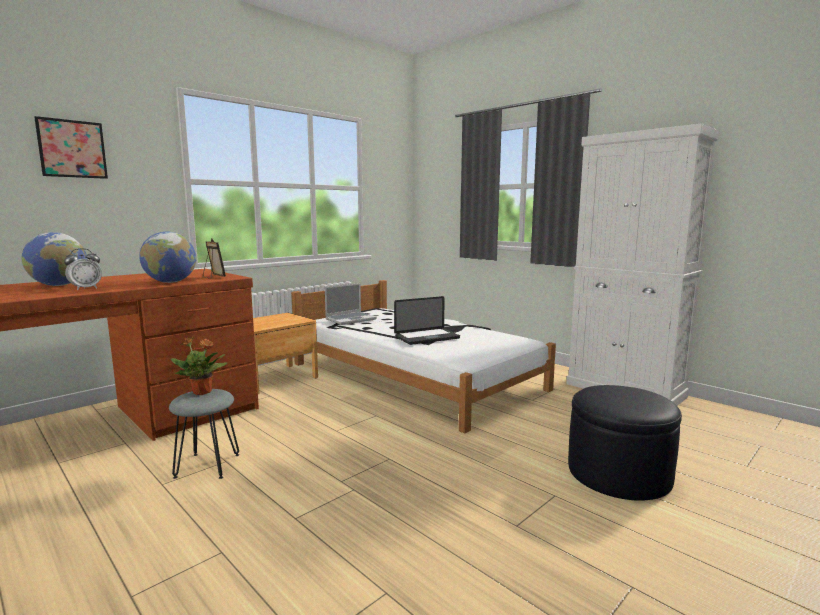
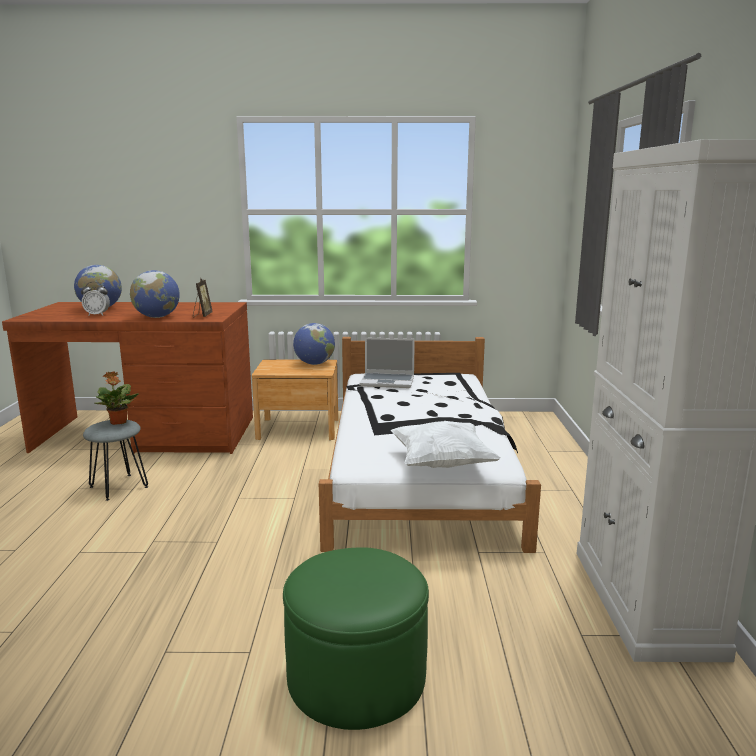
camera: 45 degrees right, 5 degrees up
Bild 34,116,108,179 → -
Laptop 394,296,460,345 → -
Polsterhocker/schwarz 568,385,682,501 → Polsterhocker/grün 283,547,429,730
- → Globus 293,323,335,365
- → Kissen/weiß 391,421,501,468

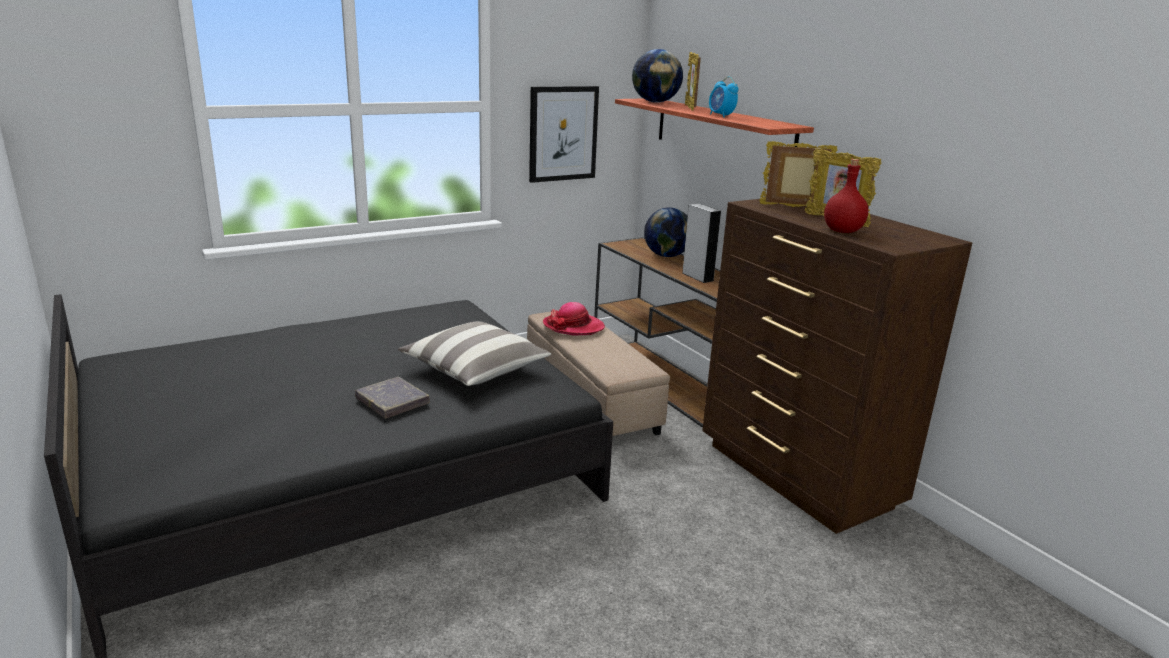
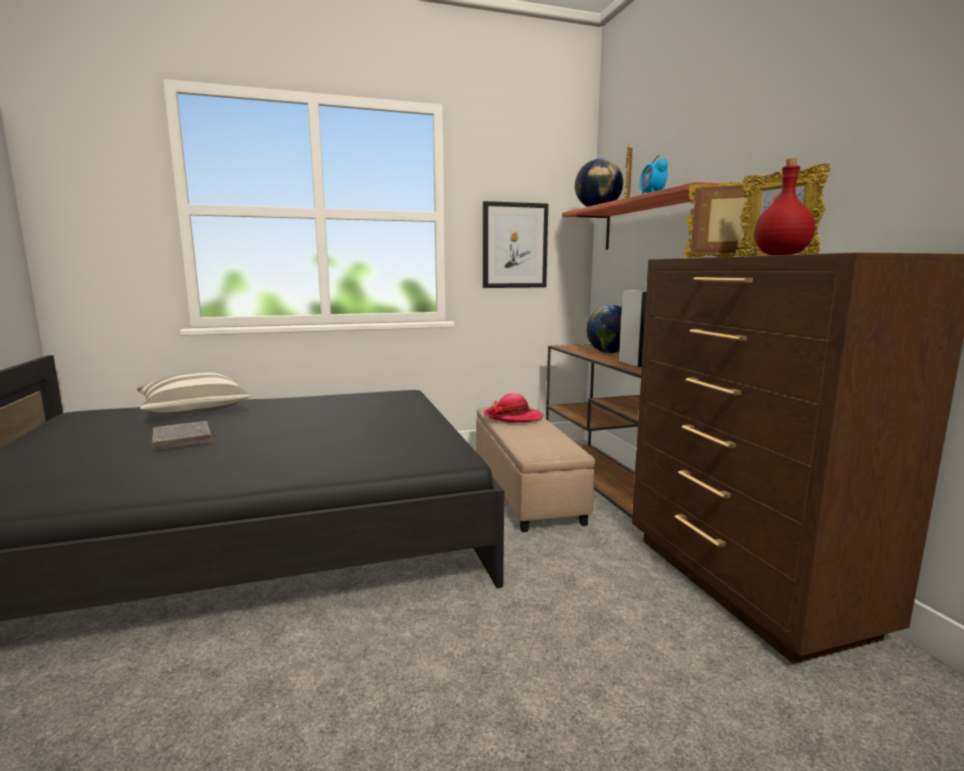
camera: 15 degrees right, 10 degrees down
Buch/grau 355,377,430,419 → Buch/grau 152,421,212,450, shifted
Kissen 398,322,551,386 → Kissen 137,371,251,416, shifted

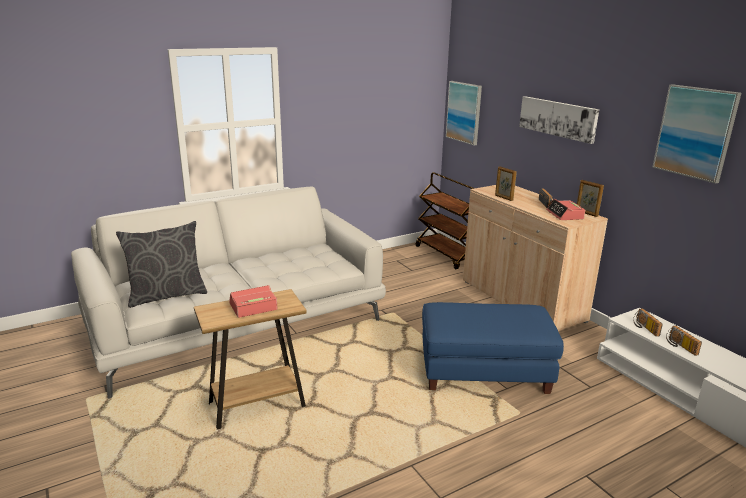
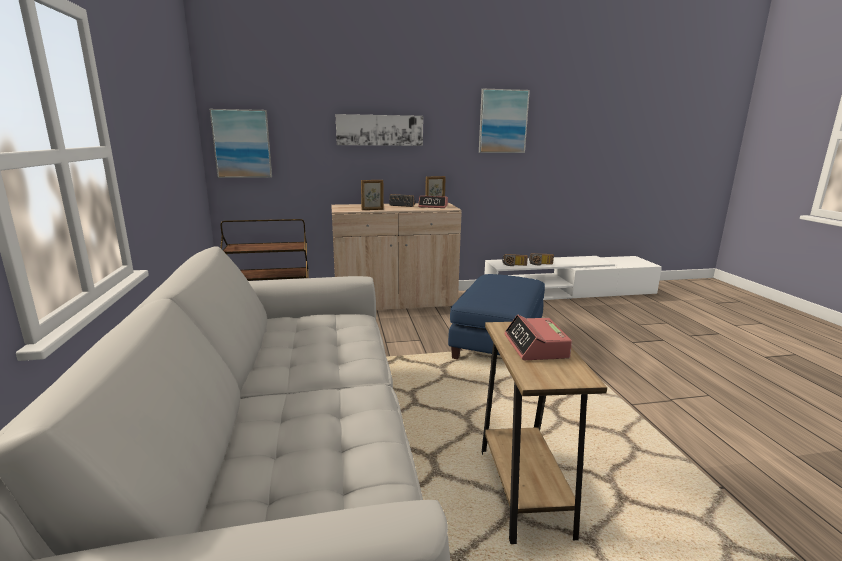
camera: 70 degrees left, 5 degrees down
Kissen/grau 116,221,207,308 → -

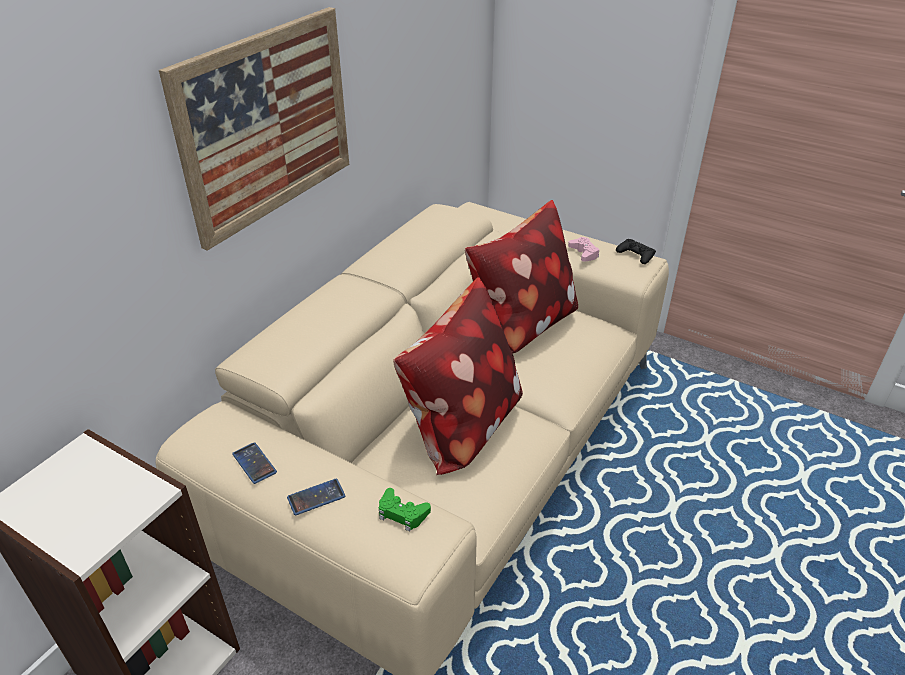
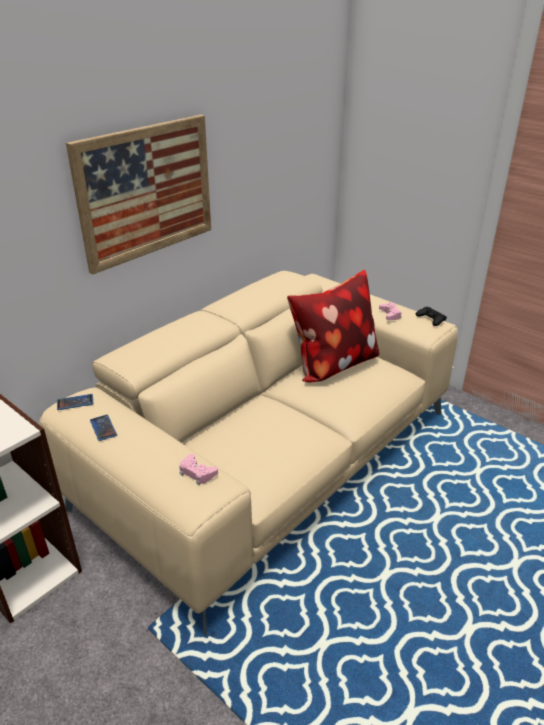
camera: 10 degrees right, 5 degrees down
Handy 287,479,345,515 → Handy 57,394,94,410, shifted
Gamepad/grün 379,488,431,532 → Gamepad/rosa 179,454,218,485
Kissen 393,277,523,475 → -

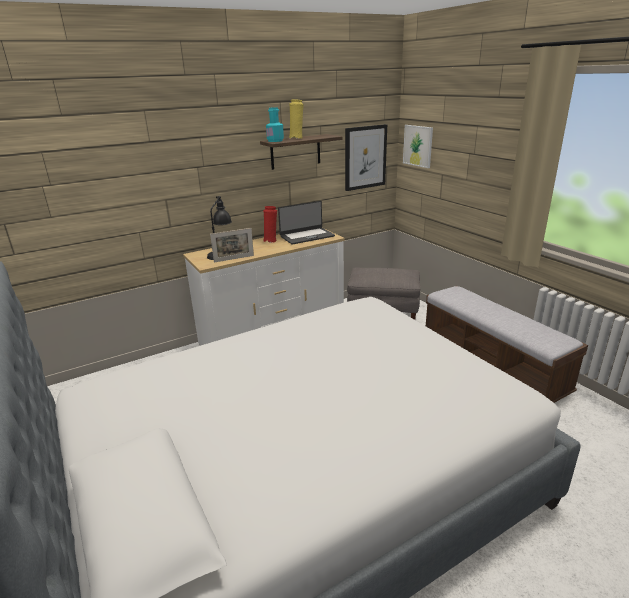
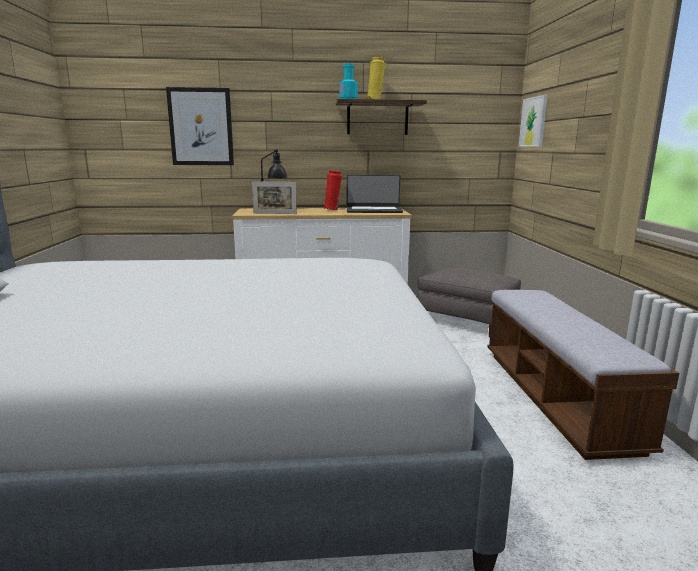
camera: 25 degrees right, 10 degrees down
Bild 345,124,387,191 → Bild 166,87,234,165, shifted

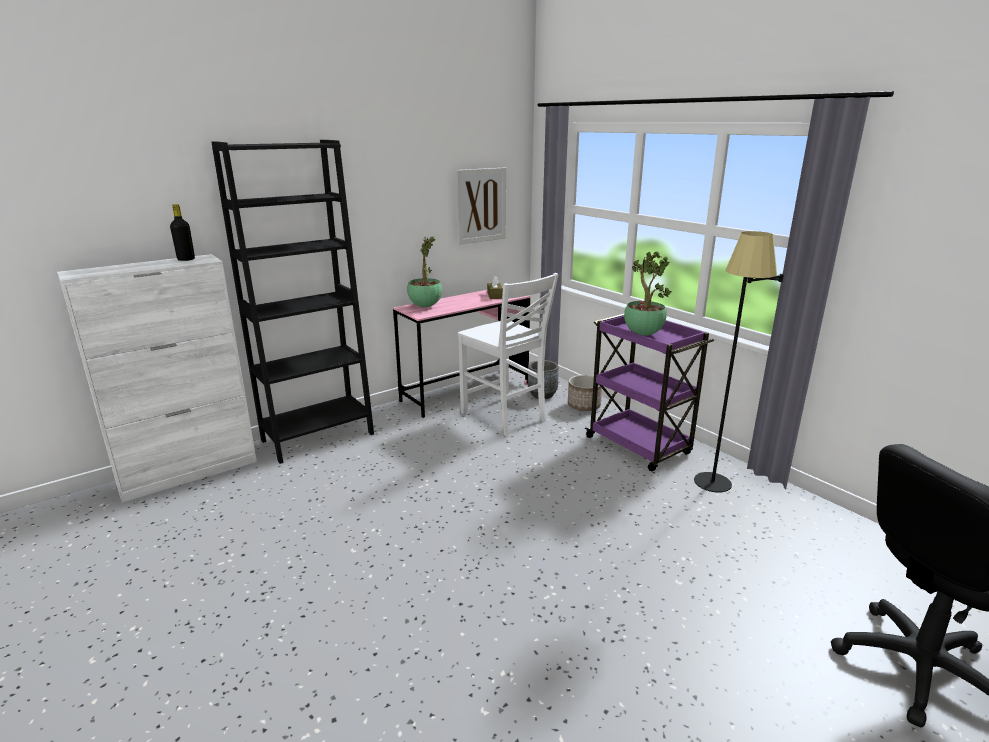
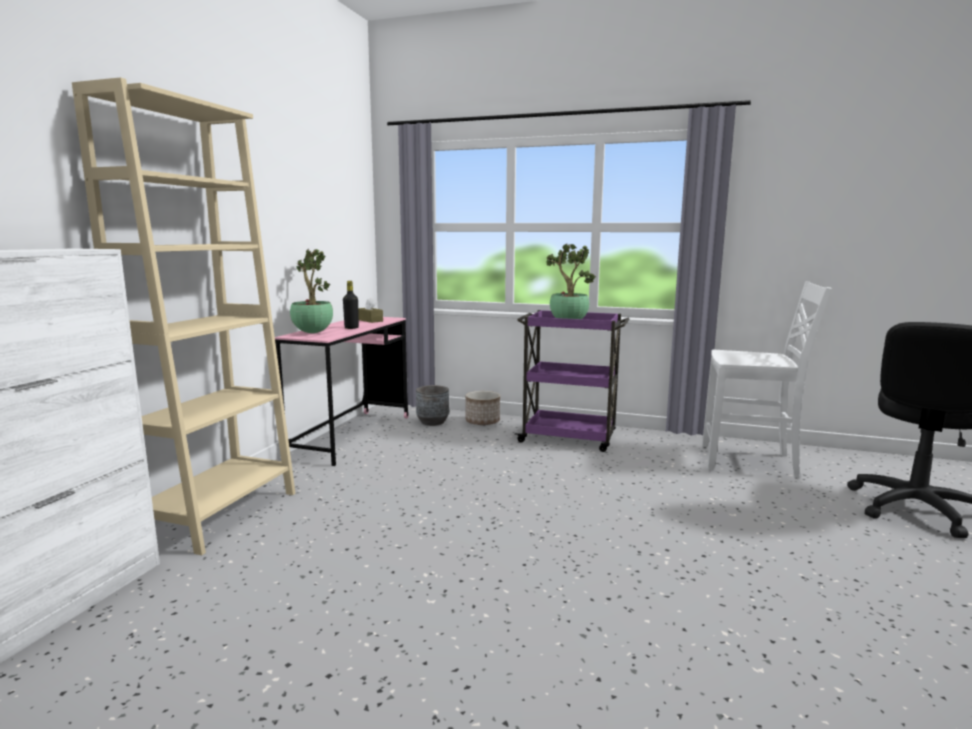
camera: 35 degrees left, 10 degrees down
Flasche/schwarz 170,204,195,261 → Flasche/schwarz 343,281,359,329, shifted
Bücherregal/schwarz 211,140,374,464 → Bücherregal/beige 72,77,296,555
Bild 456,168,506,245 → -
Stuhl/weiß 458,273,559,437 → Stuhl/weiß 702,281,832,478, shifted
Stehlampe/schwarz 694,231,784,492 → -

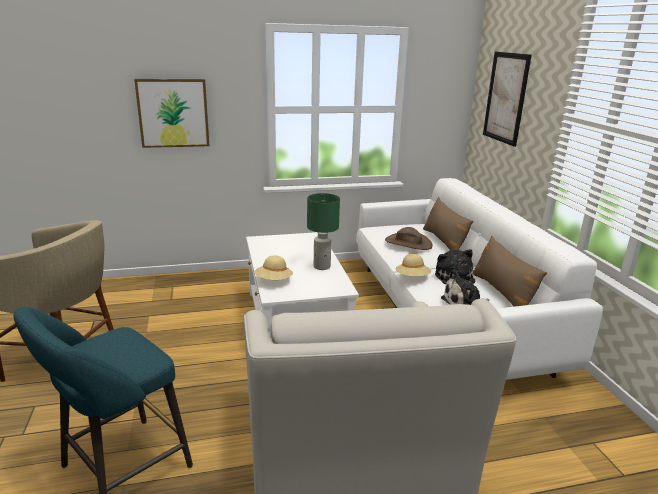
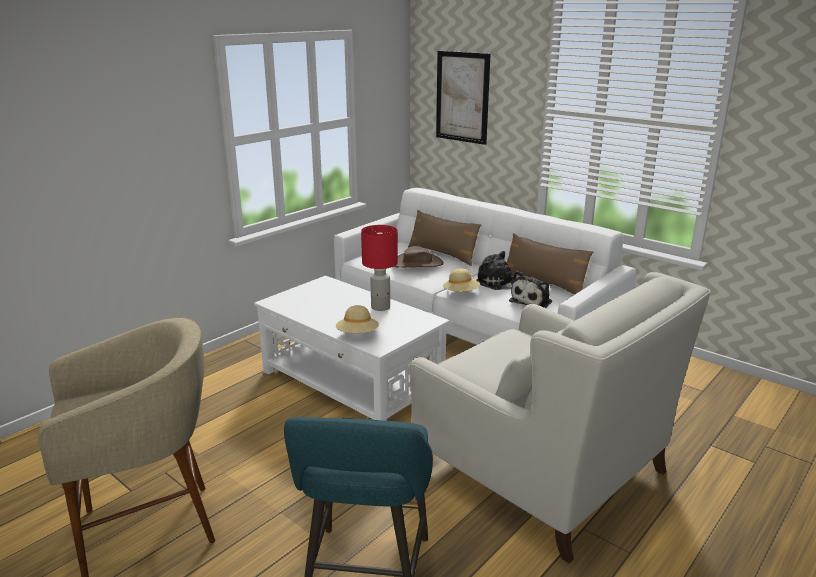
camera: 35 degrees left, 0 degrees up
Bild 134,79,210,148 → -
Tischlampe/grün 307,193,340,270 → Tischlampe/rot 361,225,398,311

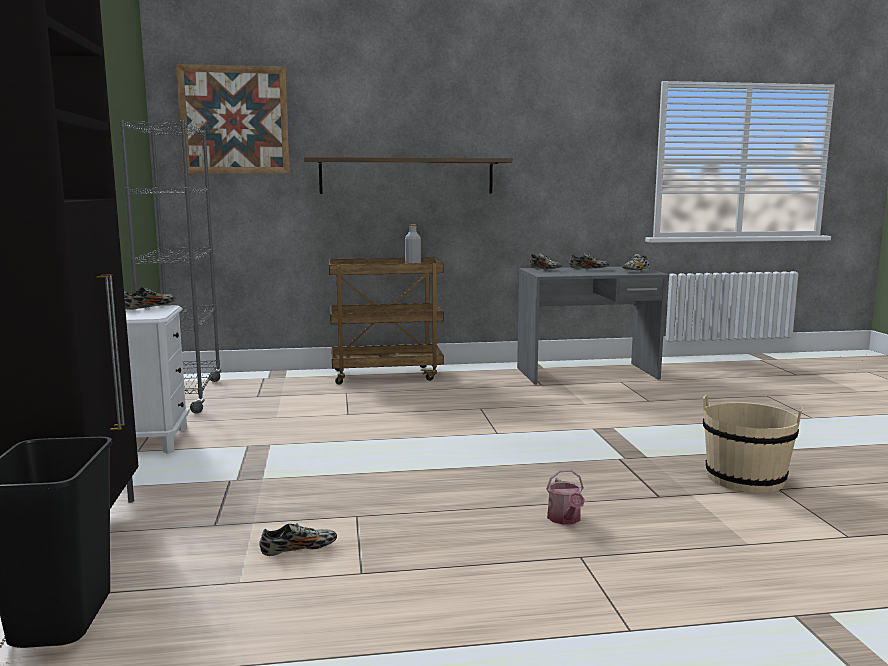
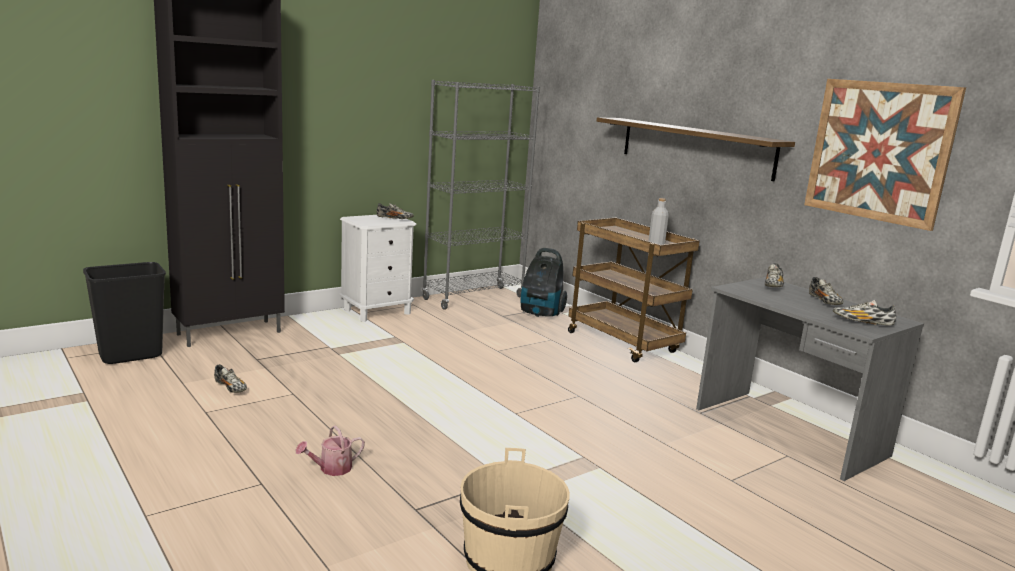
camera: 60 degrees right, 5 degrees up
Bild 176,64,290,174 → Bild 804,79,966,231, shifted
- → Staubsauger 521,248,567,317

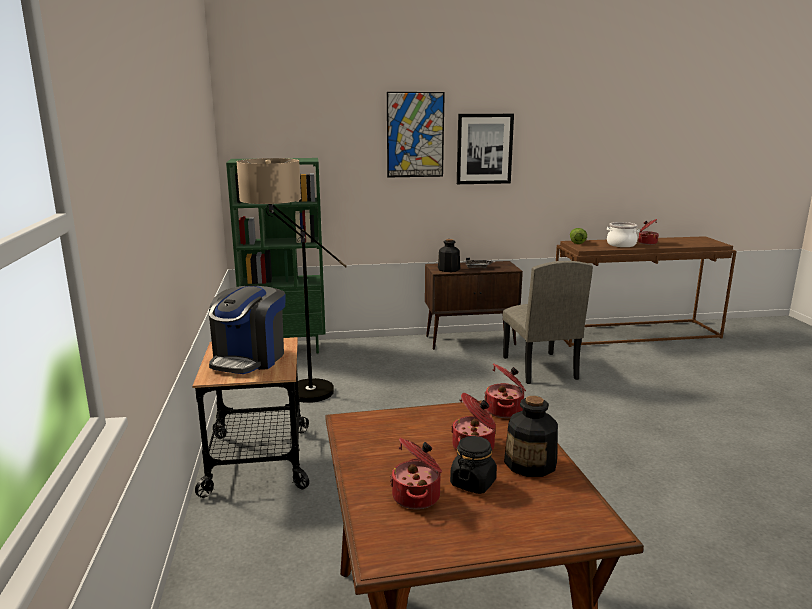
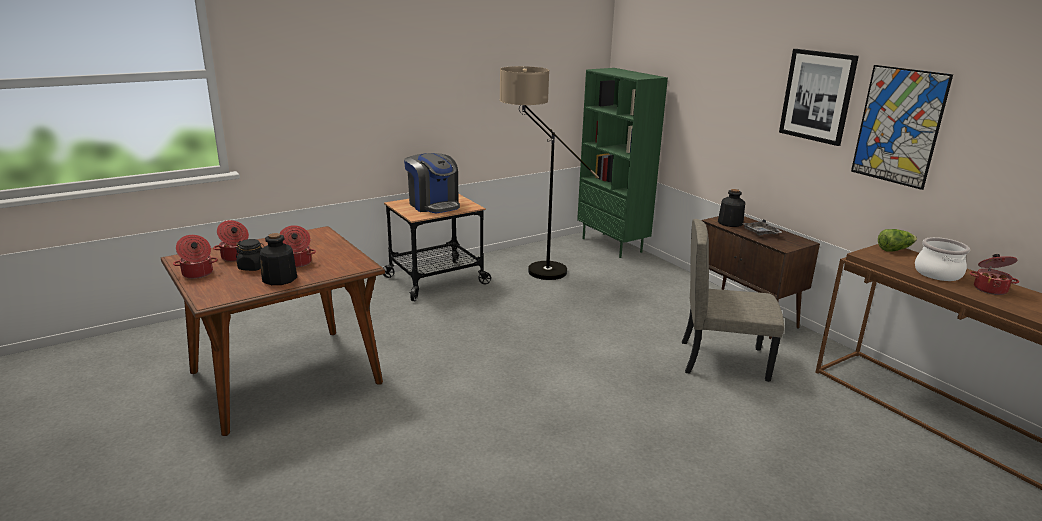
camera: 65 degrees right, 5 degrees up
Kaffeemaschine 209,286,285,374 → Kaffeemaschine 404,153,460,214, 120 degrees counterclockwise
Bild 387,92,445,177 → Bild 851,65,953,190, shifted
Kochtopf 484,363,526,418 → Kochtopf 173,235,218,279, shifted
Stuhl/beige 503,261,593,384 → Stuhl/beige 682,219,784,382, 45 degrees clockwise

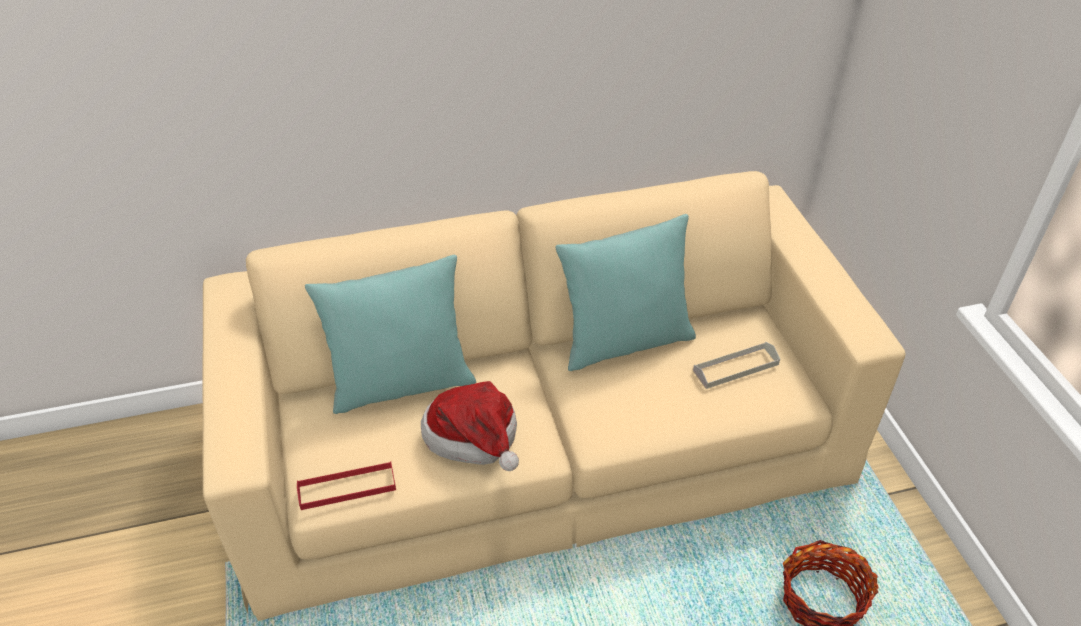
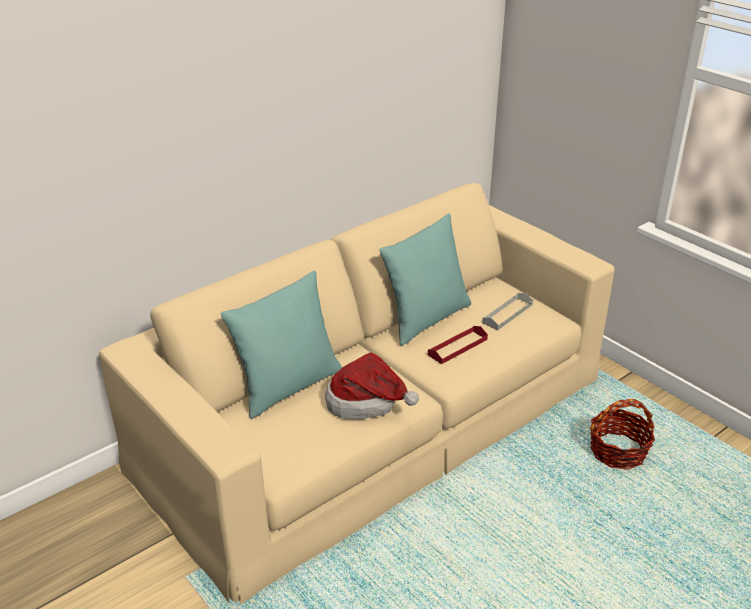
camera: 25 degrees left, 10 degrees down
Tablett/rot 297,461,396,510 → Tablett/rot 428,326,488,364, shifted

